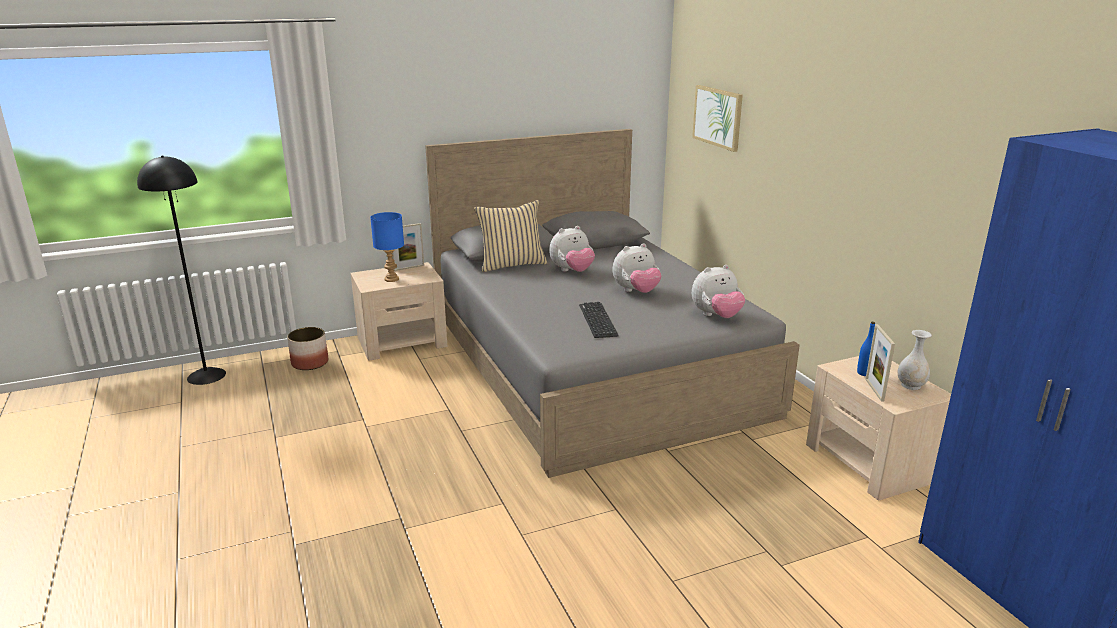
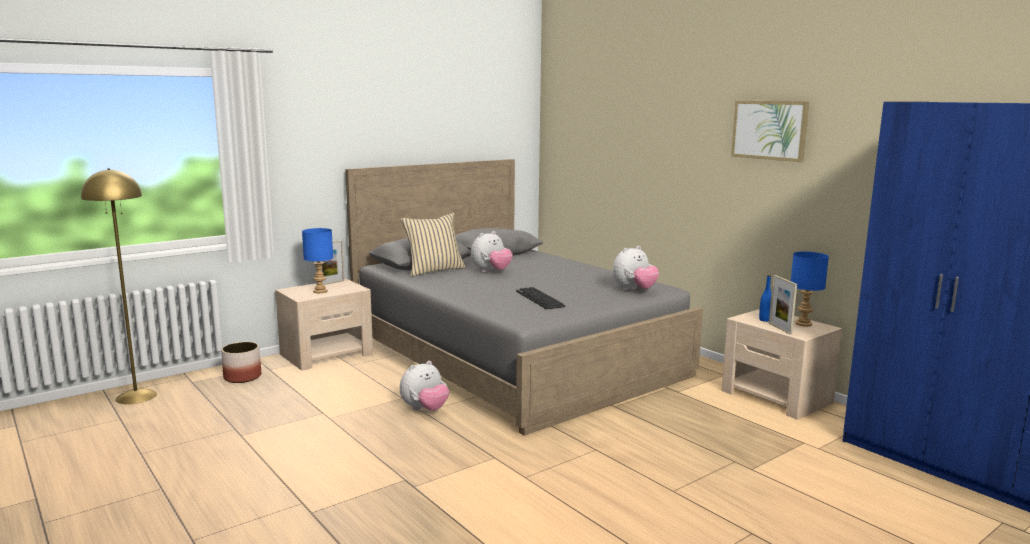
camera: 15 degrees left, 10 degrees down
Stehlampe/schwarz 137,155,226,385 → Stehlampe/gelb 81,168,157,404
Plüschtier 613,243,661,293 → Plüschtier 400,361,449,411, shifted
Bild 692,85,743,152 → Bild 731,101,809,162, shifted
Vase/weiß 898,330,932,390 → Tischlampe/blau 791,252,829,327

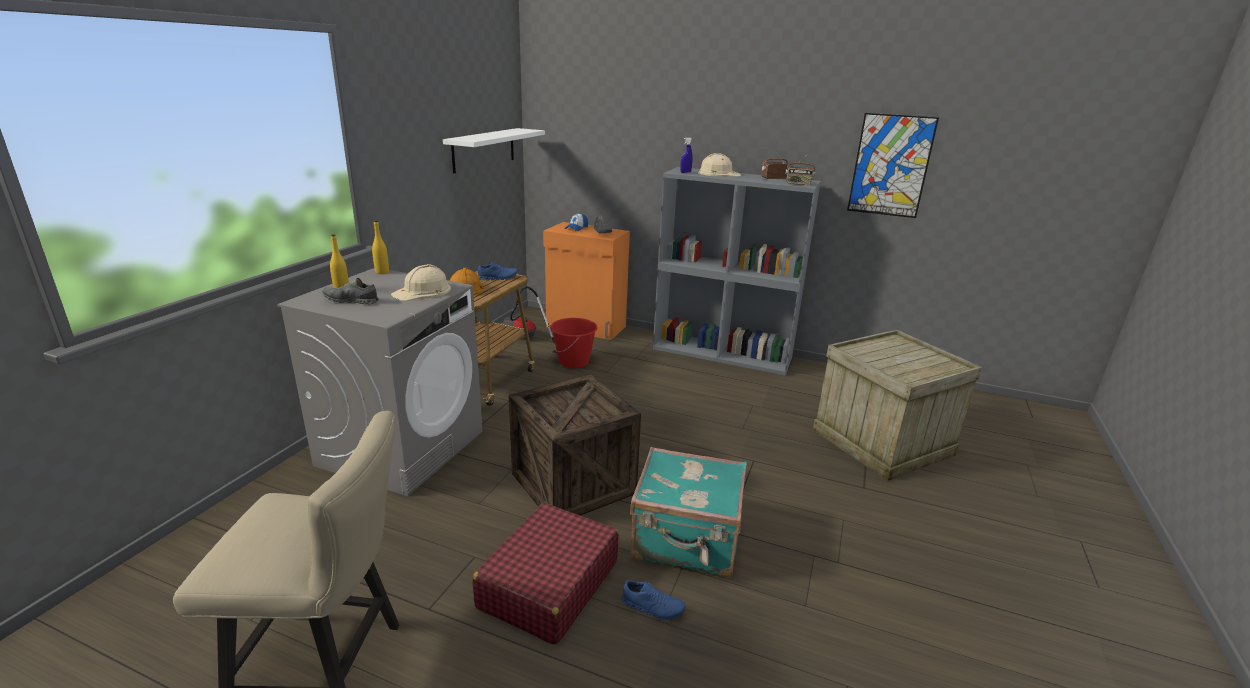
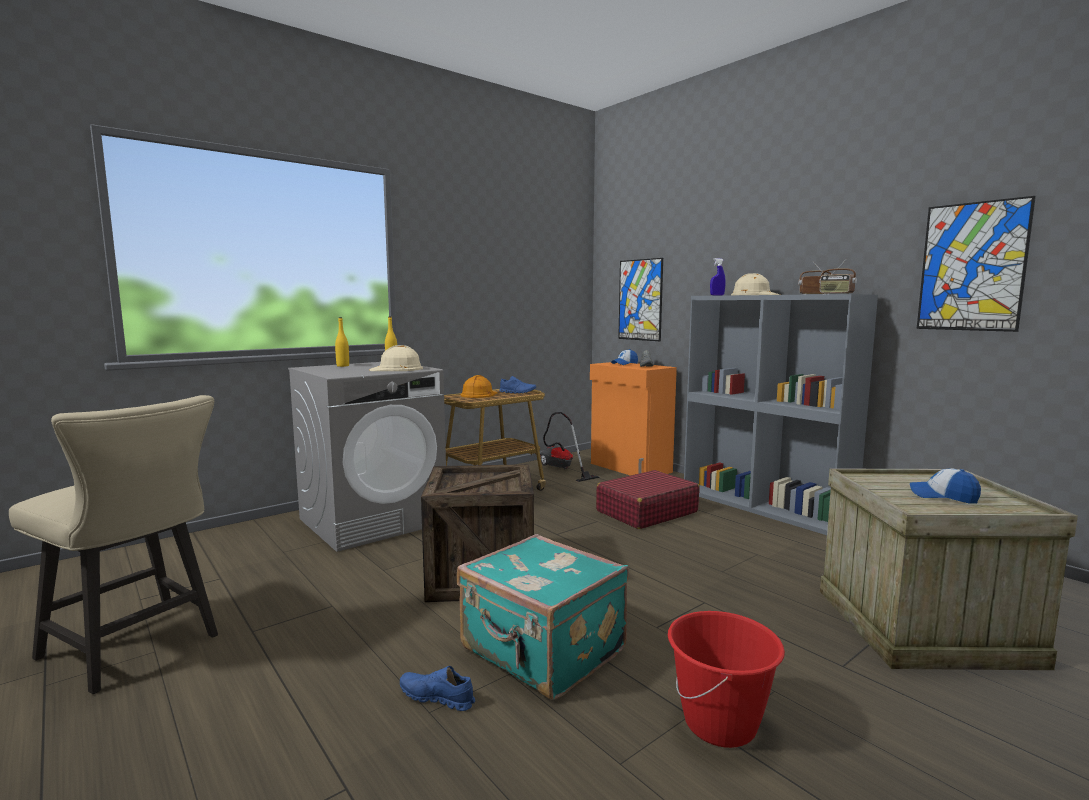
camera: 30 degrees right, 15 degrees down
Schuh/grau 322,278,379,304 → -
Wandregal/weiß 443,128,545,173 → -
Koffer/rot 473,503,619,645 → Koffer/rot 596,470,700,529, shifted
Eimer/rot 550,318,598,368 → Eimer/rot 668,611,785,748, shifted
Schuh/blau 621,580,686,620 → Schuh/blau 400,666,475,711, 150 degrees clockwise
- → Bild 618,258,663,341
- → Kappe 910,468,981,504

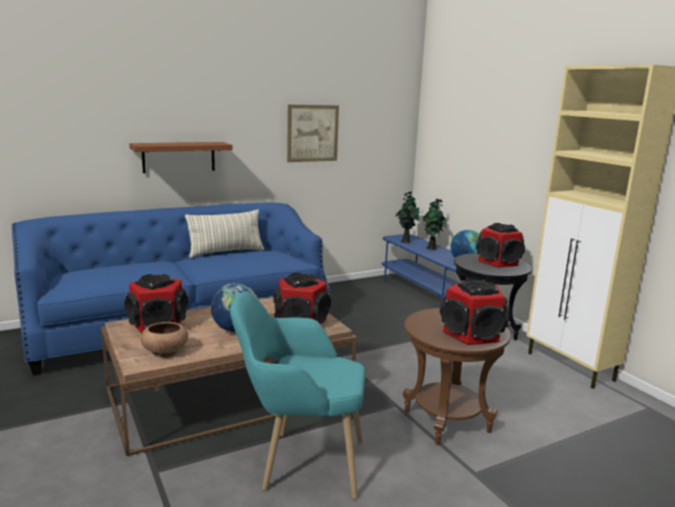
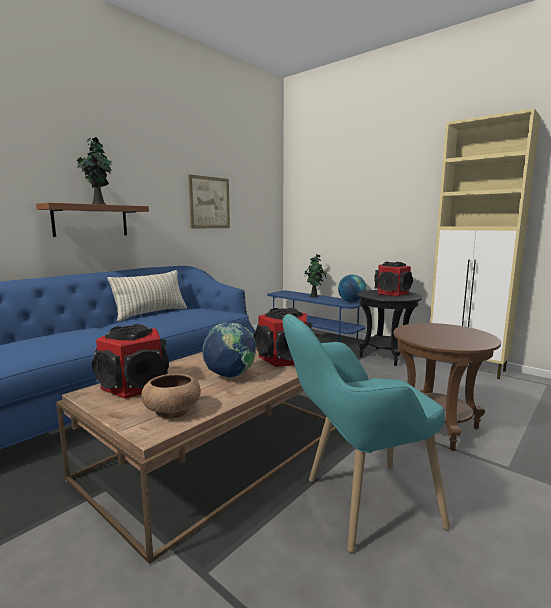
camera: 20 degrees left, 5 degrees down
Topfpflanze 396,192,420,243 → Topfpflanze 77,137,112,205, shifted
Lautsprecher 440,279,509,345 → -

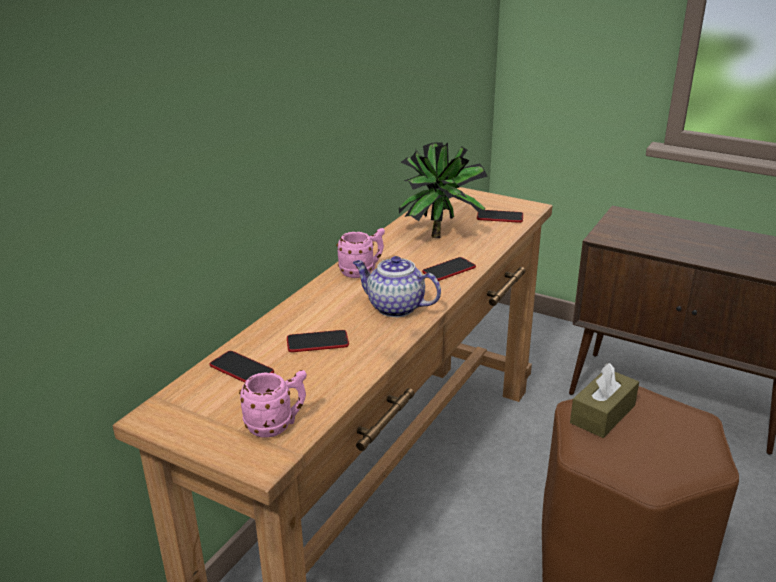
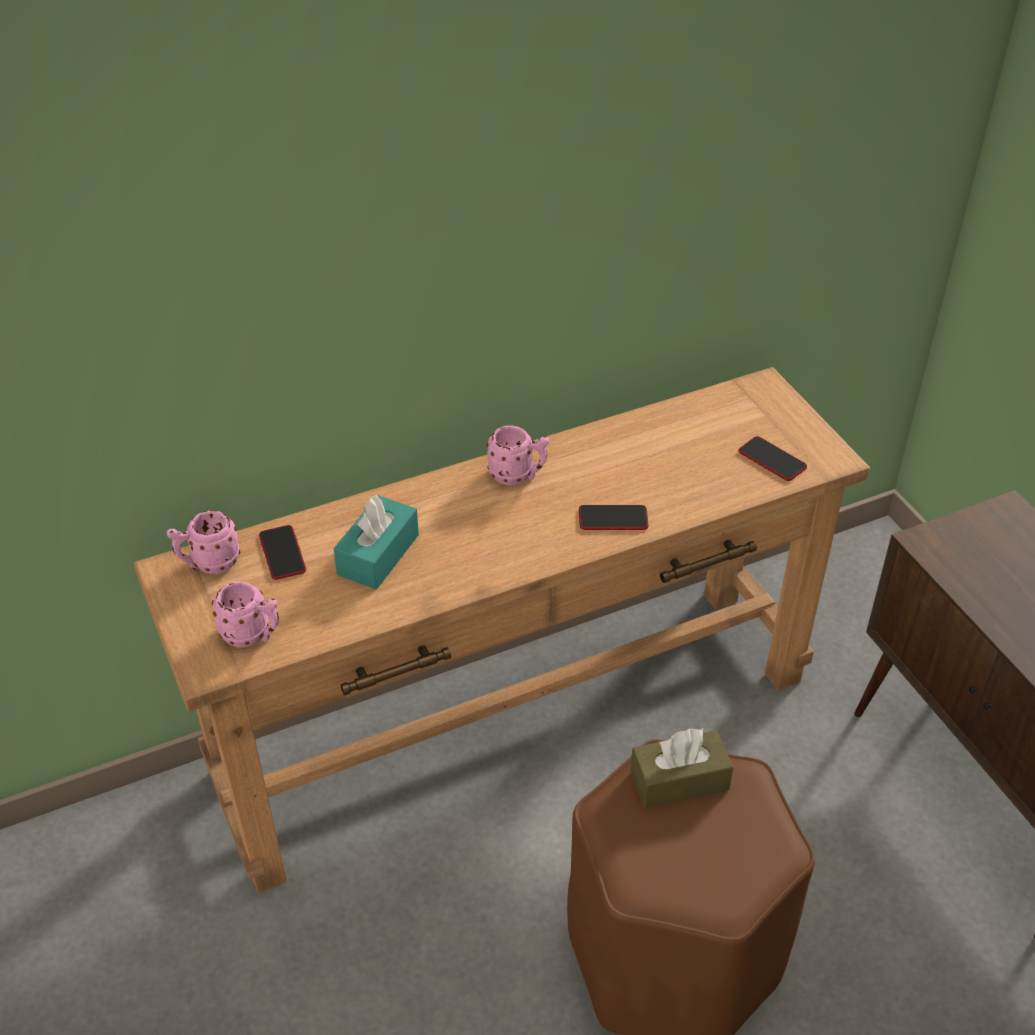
camera: 35 degrees right, 15 degrees up
Handy 287,330,349,352 → Taschentuchbox/türkis 334,495,419,589
Teekanne 353,256,441,317 → -
Topfpflanze 399,142,488,238 → -
- → Henkelbecher/rosa 167,510,240,574

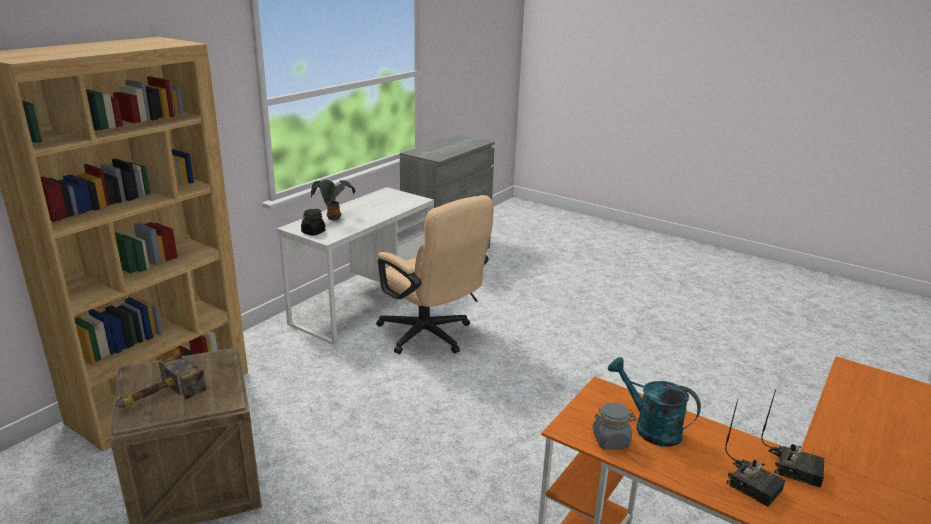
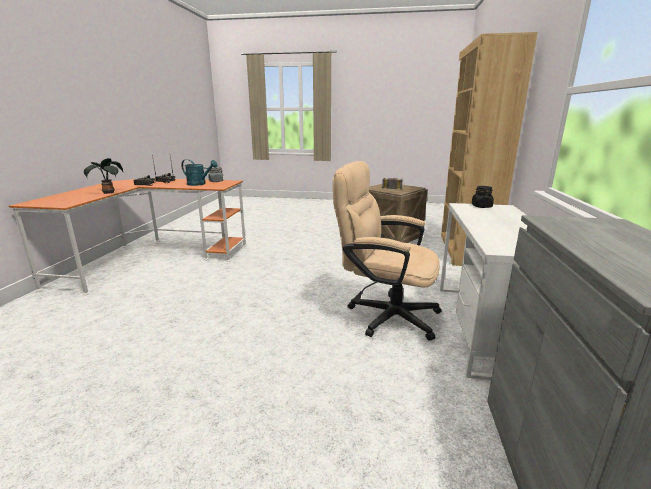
camera: 155 degrees right, 5 degrees down
Topfpflanze 311,180,355,220 → Topfpflanze 84,158,123,194, shifted

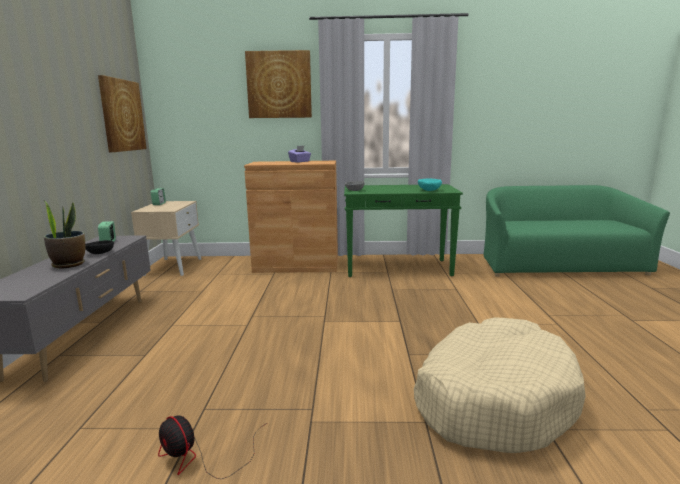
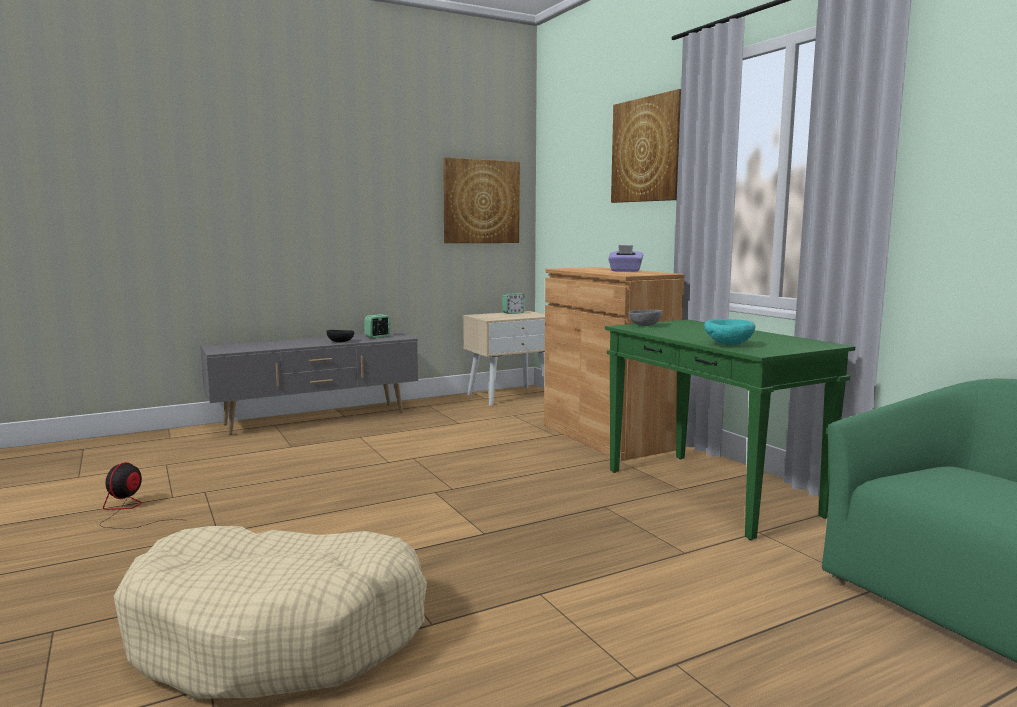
camera: 60 degrees right, 5 degrees down
Topfpflanze 44,201,85,269 → -

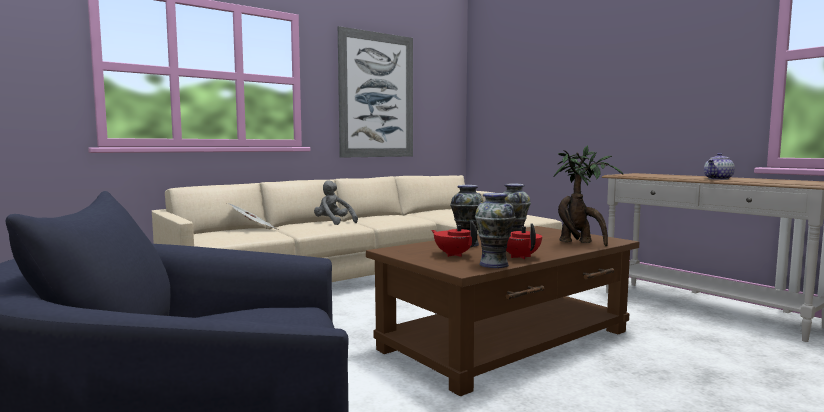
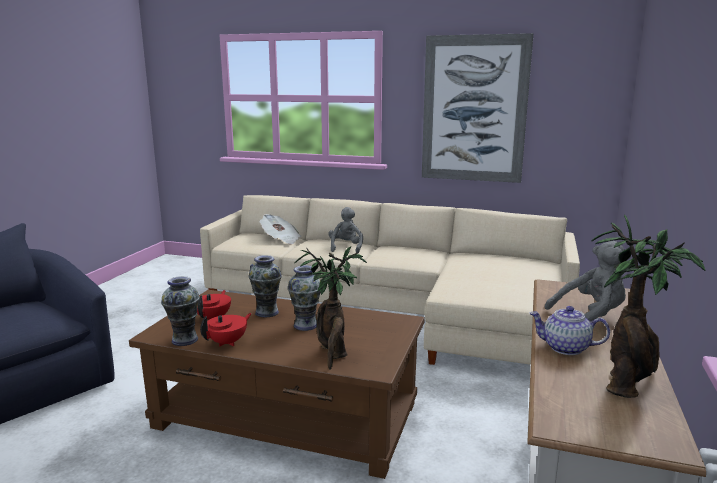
camera: 55 degrees right, 10 degrees up
- → Plüschtier/grau 545,241,631,321
- → Topfpflanze 592,215,705,398

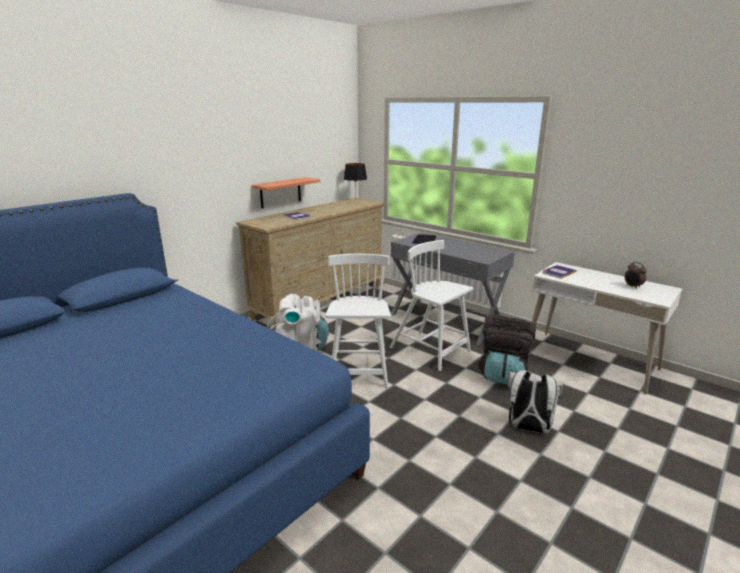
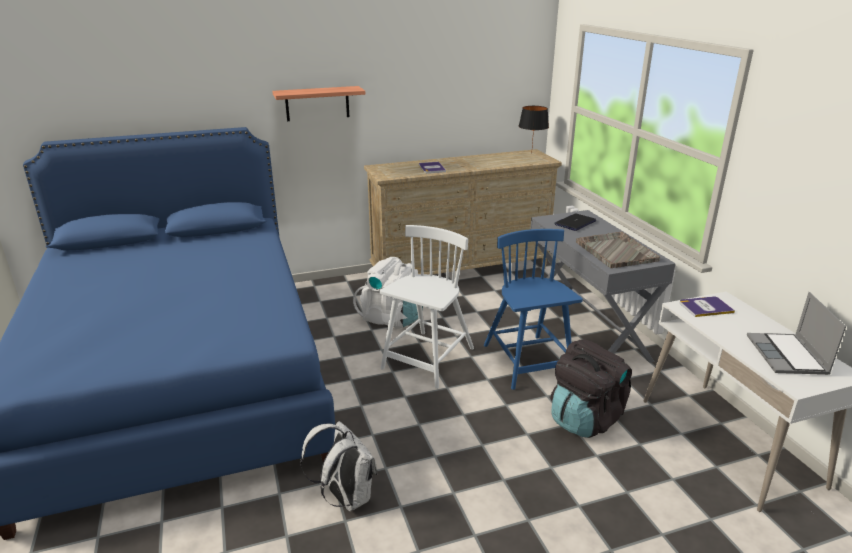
camera: 30 degrees right, 5 degrees up
Wandregal 252,177,320,209 → Wandregal 272,86,365,121, shifted
Stuhl/weiß 390,240,473,371 → Stuhl/blau 484,229,583,390
Rucksack/weiß 508,370,564,433 → Rucksack/weiß 300,421,377,511, shifted
Wecker 624,262,647,289 → Laptop 747,292,846,375
- → Tablett/grau 576,232,660,268

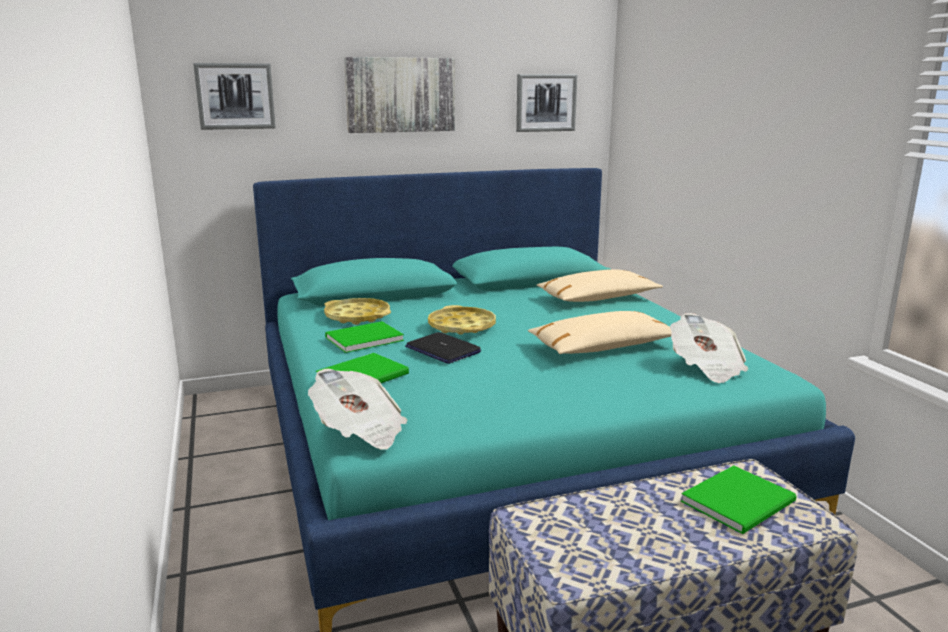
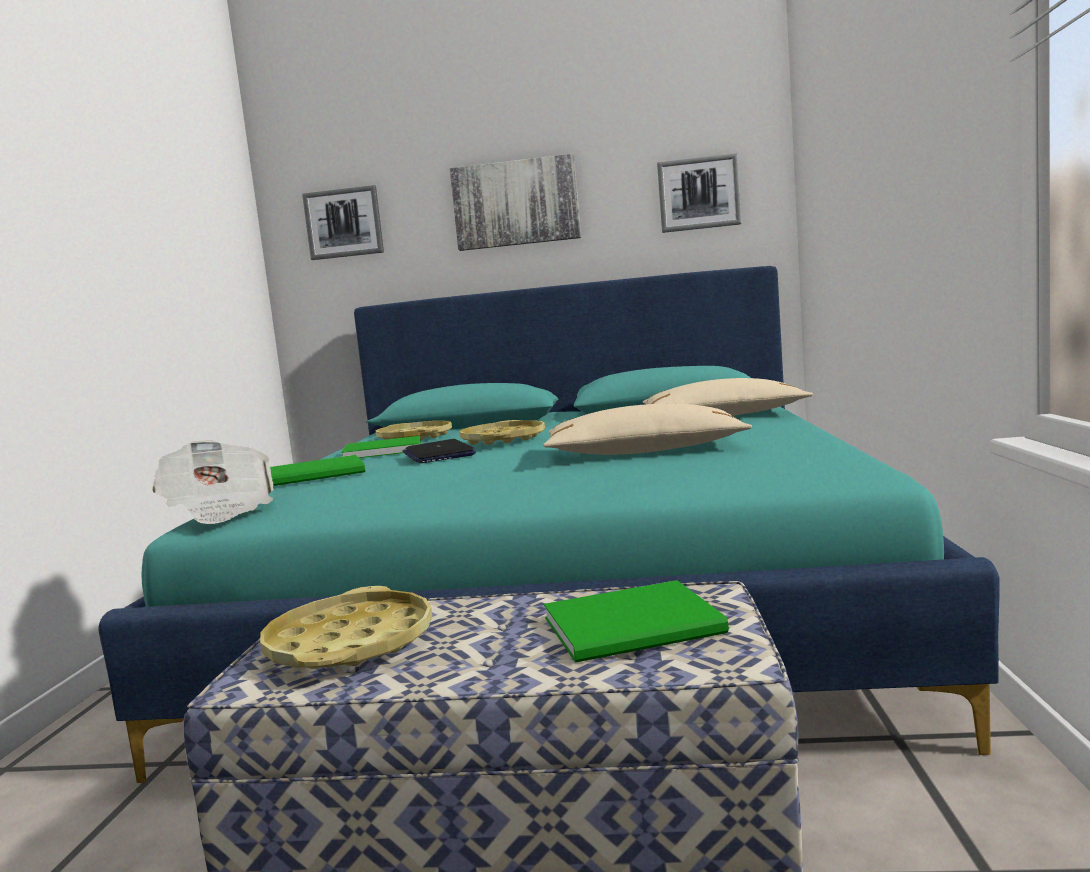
camera: 25 degrees right, 10 degrees down
Zeitung 670,313,748,383 → -
- → Tablett/gelb 260,586,432,669

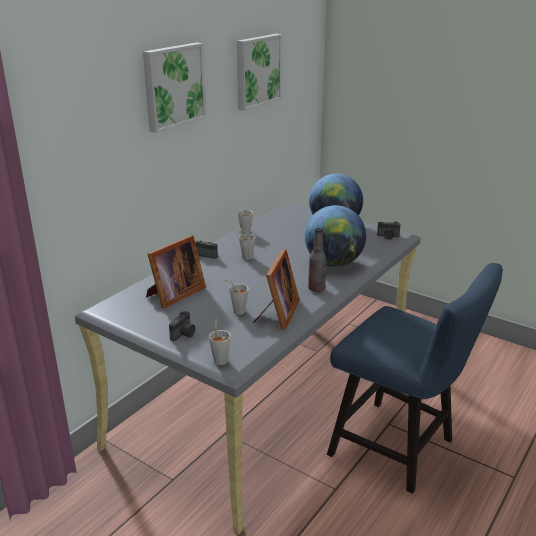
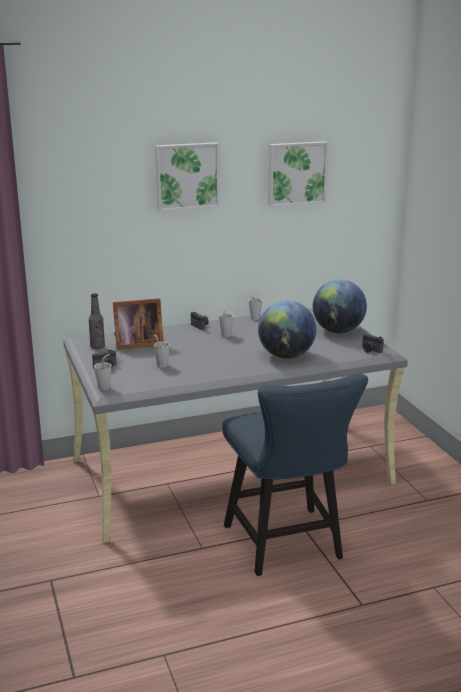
camera: 35 degrees right, 5 degrees down
Bilderrahmen 253,249,300,330 → -
Flasche 308,228,326,292 → Flasche 89,293,105,349, shifted

